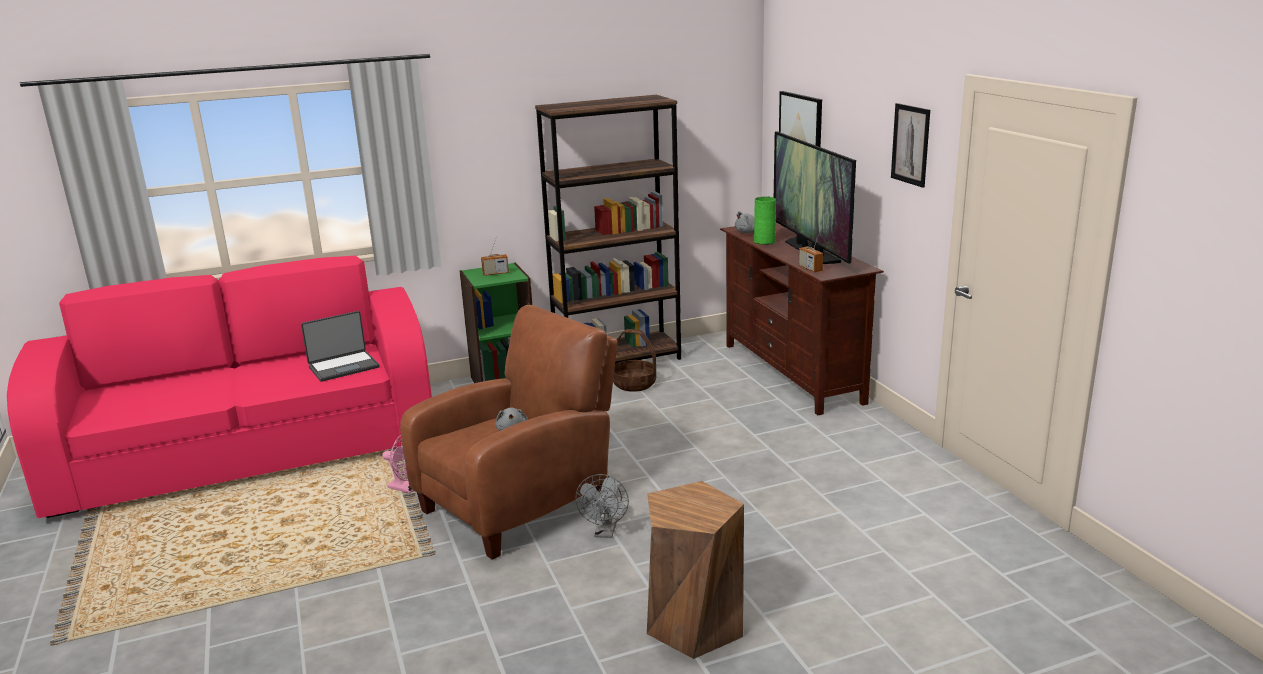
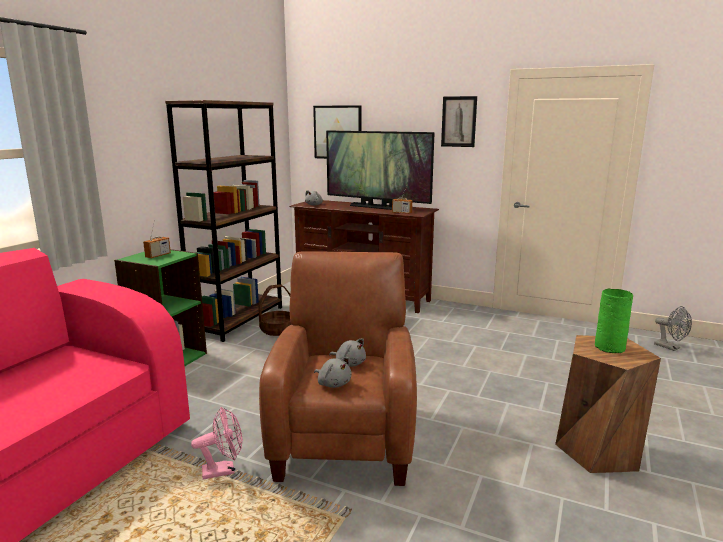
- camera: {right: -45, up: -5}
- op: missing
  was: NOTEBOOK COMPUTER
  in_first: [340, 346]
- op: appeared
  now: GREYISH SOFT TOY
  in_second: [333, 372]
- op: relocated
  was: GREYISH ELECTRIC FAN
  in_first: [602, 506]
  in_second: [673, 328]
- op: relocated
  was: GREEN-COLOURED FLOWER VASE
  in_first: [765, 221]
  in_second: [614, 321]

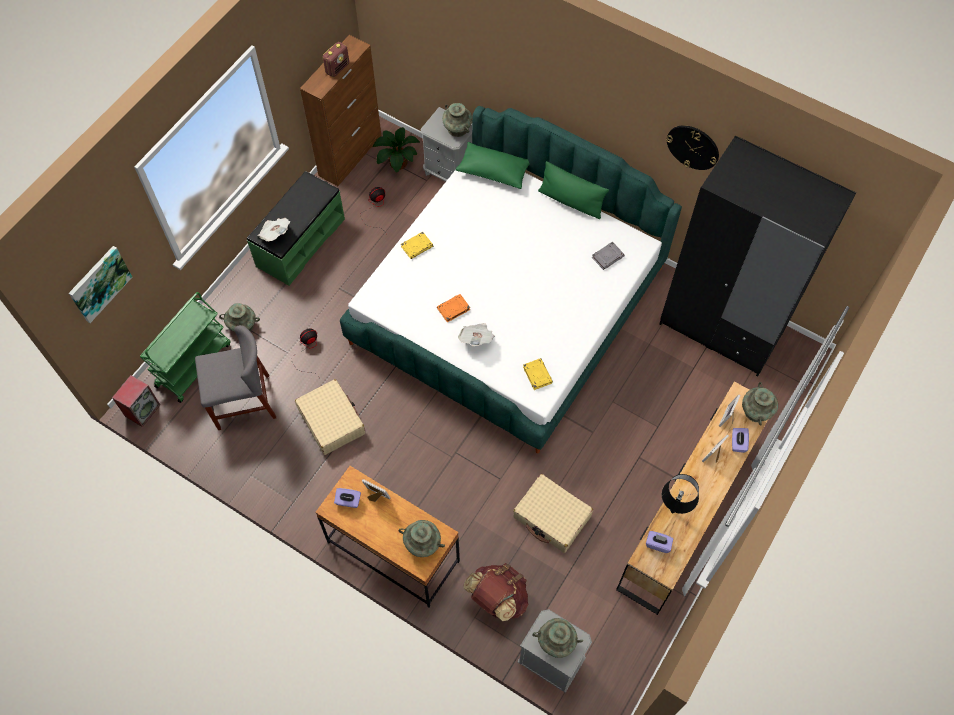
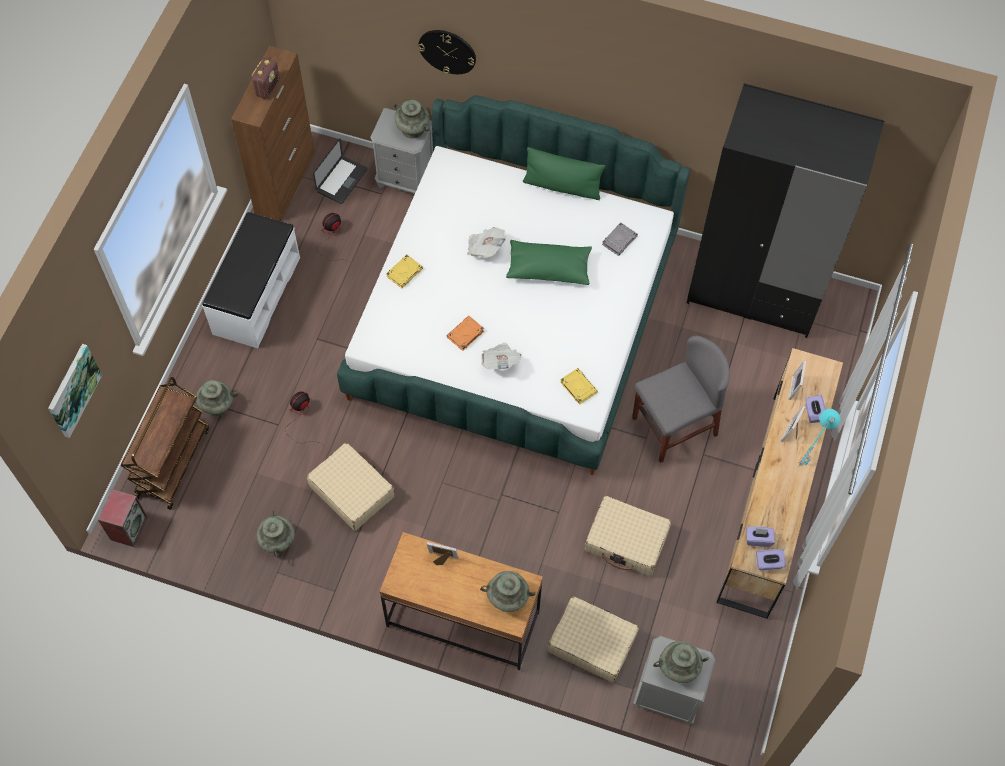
- camera: {right: -15, up: 0}
- op: missing
  was: BLACKISH TABLETOP LAMP
  in_first: [680, 494]
- op: appeared
  now: TURQUOISE-COLOURED TABLETOP LAMP
  in_second: [819, 438]
- op: relocated
  was: GREYISH PLAIN CHAIR
  in_first: [235, 377]
  in_second: [681, 399]
- op: relocated
  was: DAILY PAPER
  in_first: [274, 229]
  in_second: [486, 242]
- op: relocated
  was: PURPLE TISSUE HOLDER
  in_first: [347, 498]
  in_second: [771, 559]
- op: relocated
  was: GREEN-COLOURED PILLOW
  in_first: [493, 165]
  in_second: [549, 262]
- op: relocated
  was: HANGING CLOCK
  in_first: [692, 147]
  in_second: [447, 52]
- op: relocated
  was: TURQUOISE-COLOURED FLOWER VASE
  in_first: [760, 403]
  in_second: [276, 534]
- op: exchanged
  was: PLANT IN A POT
  now: NOTEBOOK COMPUTER
  in_first: [396, 149]
  in_second: [340, 171]
- op: exchanged
  was: BROWN BACKPACK
  now: BEIGE PIECE OF LUGGAGE
  in_first: [495, 592]
  in_second: [593, 639]
- op: colour
  was: GREEN-COLOURED WHEELED CART
  now: BROWN WHEELED CART
  in_first: [185, 347]
  in_second: [164, 443]
- op: colour
  was: GREEN-COLOURED BENCH
  now: WHITE BENCH
  in_first: [296, 228]
  in_second: [251, 280]

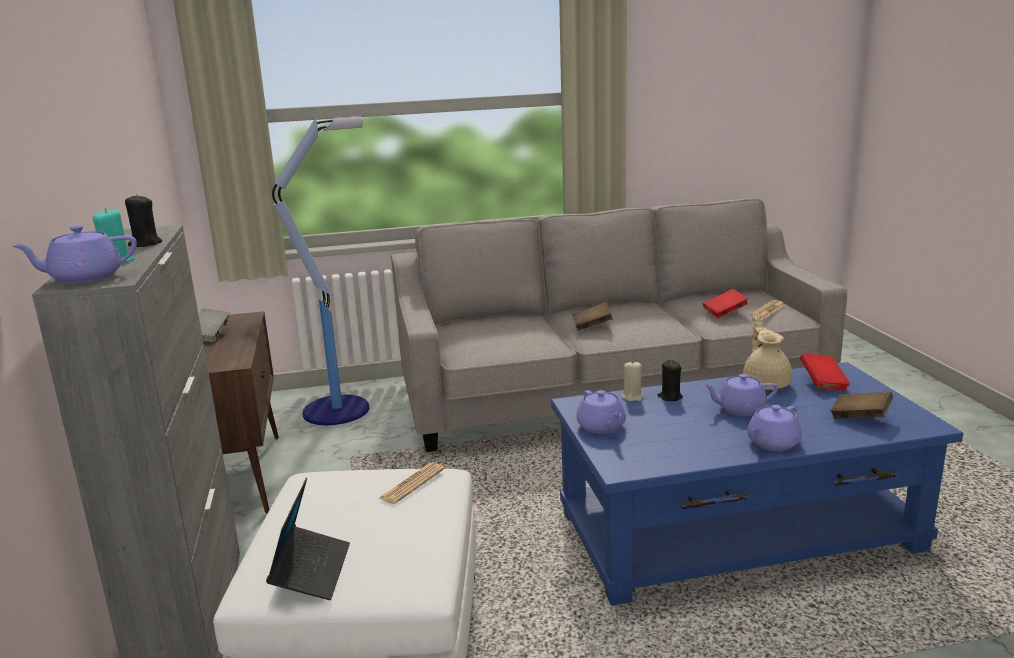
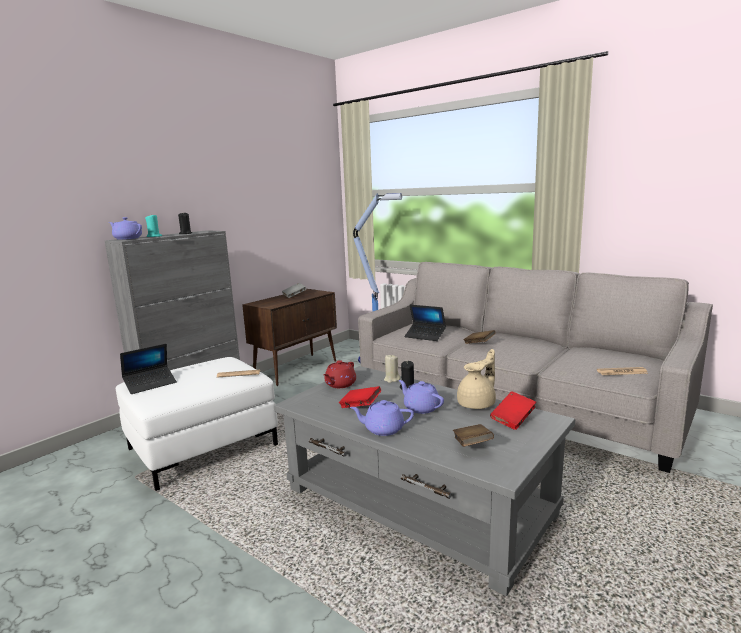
- camera: {right: 50, up: -5}
- op: appeared
  now: NOTEBOOK COMPUTER
  in_second: [425, 323]
- op: relocated
  was: RED BOUND BOOK
  in_first: [725, 303]
  in_second: [360, 397]
- op: colour
  was: BLUE COFFEE TABLE
  now: GREYISH COFFEE TABLE
  in_first: [757, 483]
  in_second: [424, 481]
- op: colour
  was: PURPLE TEA POT
  now: RED TEA POT
  in_first: [601, 412]
  in_second: [340, 374]

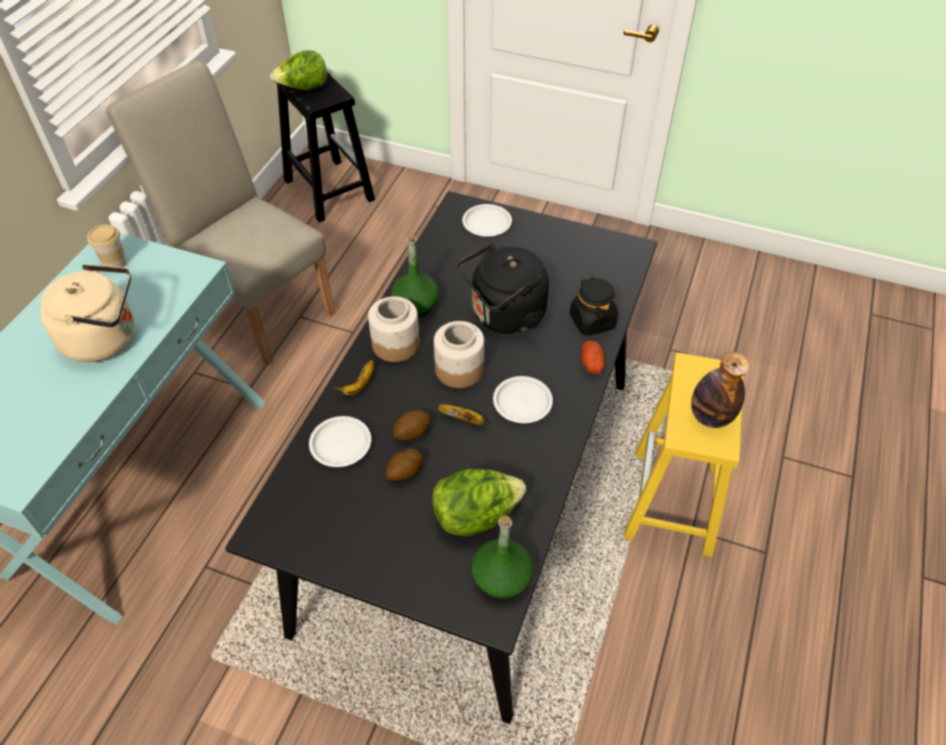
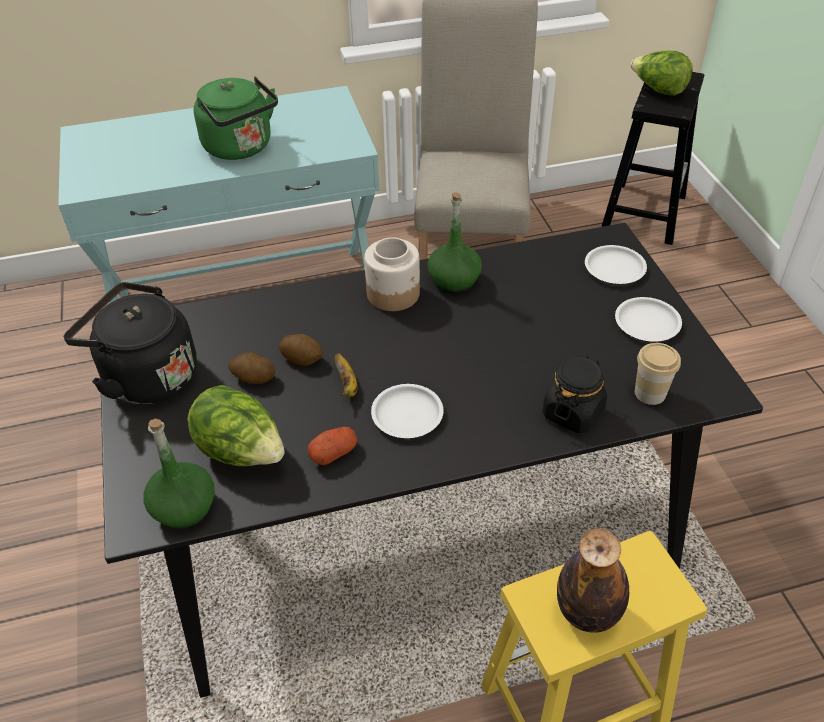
- camera: {right: 55, up: -5}
- op: missing
  was: BANANA FRUIT
  in_first: [353, 377]
- op: missing
  was: JAR
  in_first: [459, 354]
- op: relocated
  was: CUP
  in_first: [107, 246]
  in_second: [658, 374]
- op: relocated
  was: WHITE FLAT DISH
  in_first: [340, 441]
  in_second: [648, 319]
- op: relocated
  was: BLACKISH WATER KETTLE
  in_first: [503, 288]
  in_second: [130, 343]
- op: relocated
  was: WHOLE POTATO
  in_first: [593, 357]
  in_second: [332, 446]
- op: colour
  was: BEIGE WATER KETTLE
  now: GREEN-COLOURED WATER KETTLE
  in_first: [87, 313]
  in_second: [236, 118]

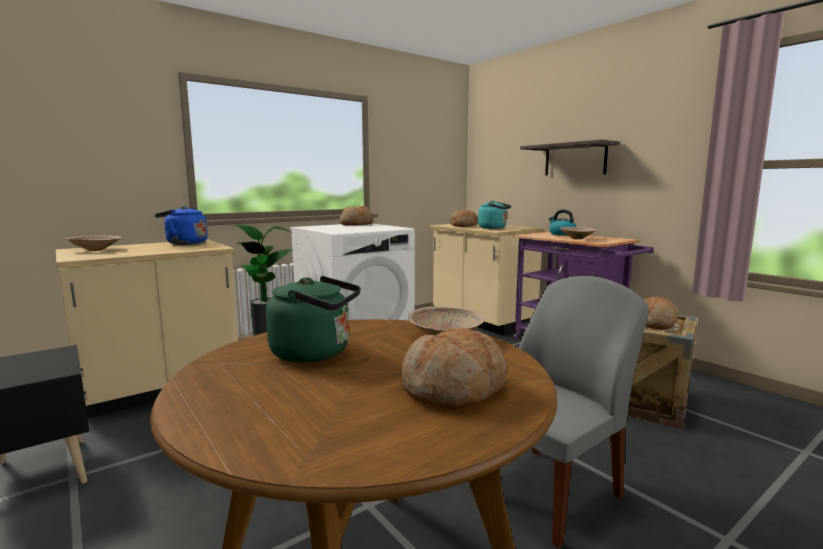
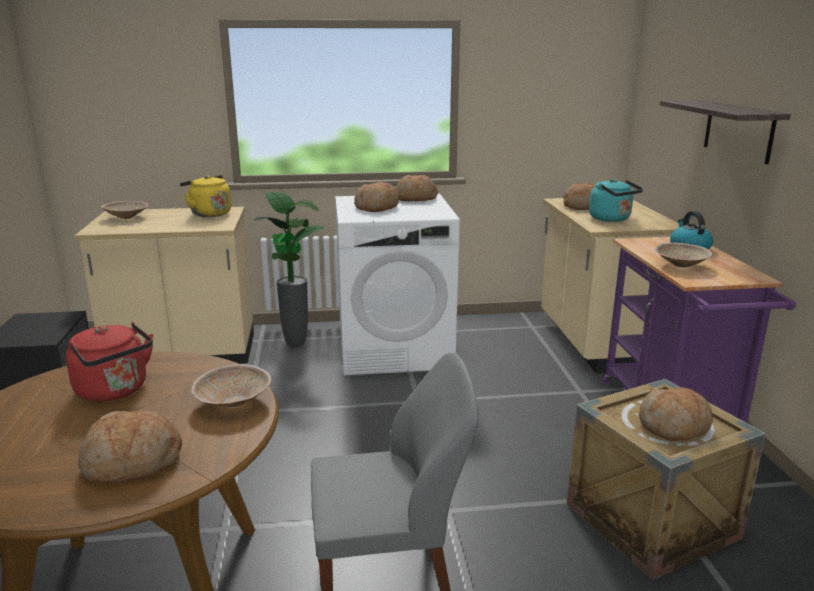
- camera: {right: 30, up: 10}
- op: appeared
  now: BAKERY BREAD
  in_second: [376, 197]
- op: colour
  was: BLUE WATER KETTLE
  now: YELLOW WATER KETTLE
  in_first: [181, 225]
  in_second: [205, 196]
- op: colour
  was: GREEN-COLOURED WATER KETTLE
  now: RED WATER KETTLE
  in_first: [313, 319]
  in_second: [109, 361]

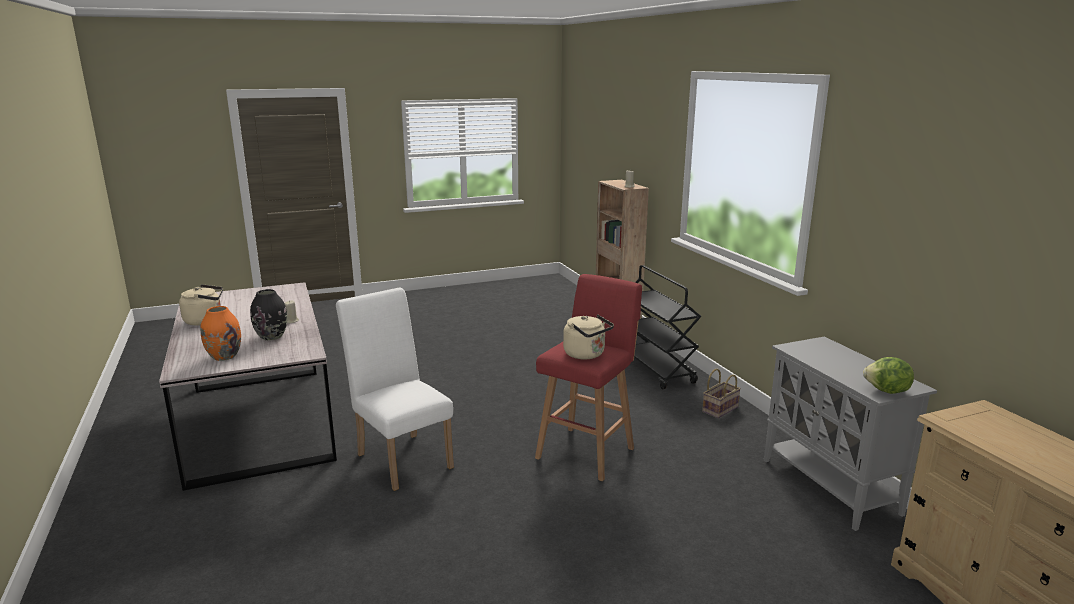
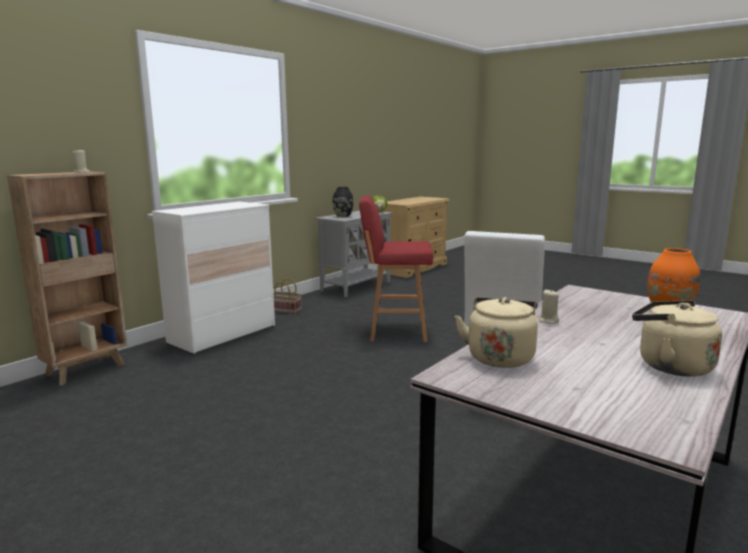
- camera: {right: -120, up: -5}
- op: relocated
  was: BLACKISH FLOWER VASE
  in_first: [268, 315]
  in_second: [343, 202]
- op: relocated
  was: BEIGE WATER KETTLE
  in_first: [588, 337]
  in_second: [496, 332]
- op: exchanged
  was: BLACKISH WHEELED CART
  now: WHITE DRAWER CHEST
  in_first: [667, 327]
  in_second: [213, 277]

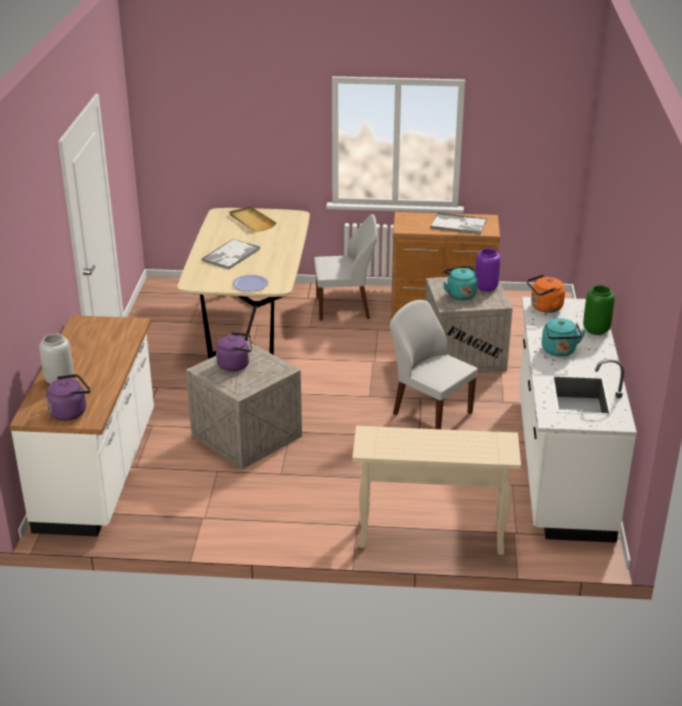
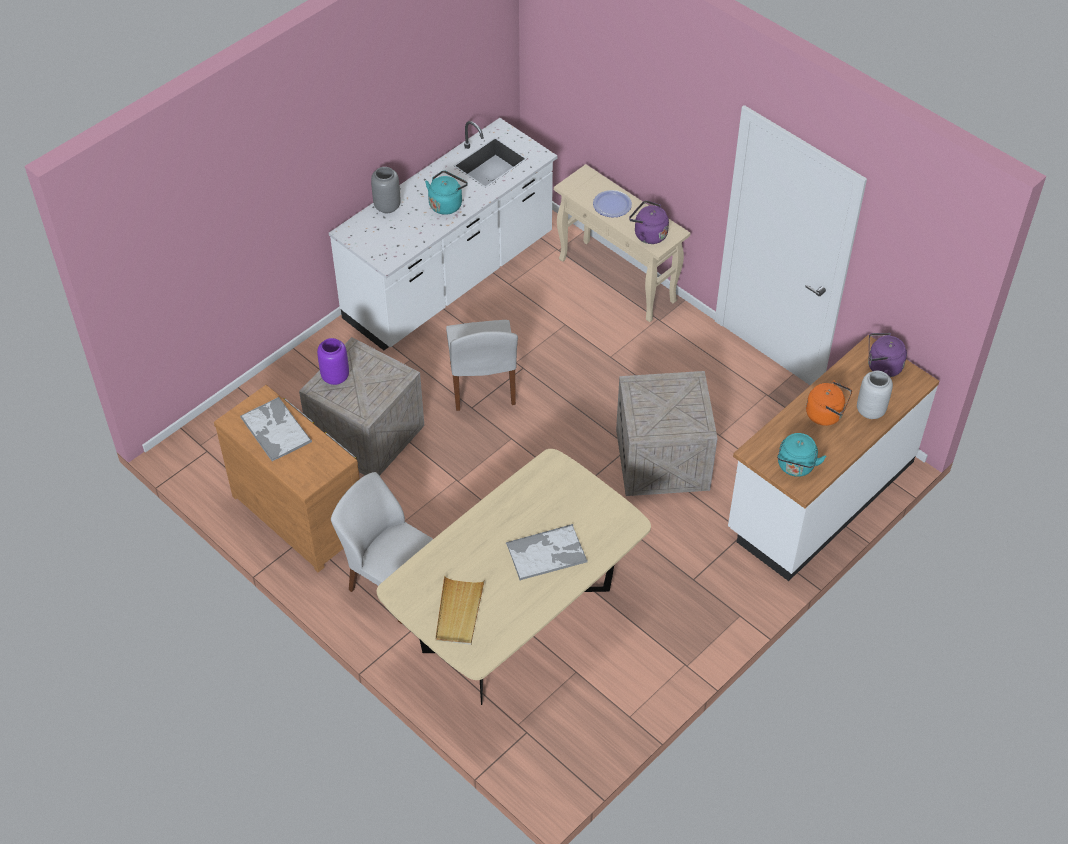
- camera: {right: -140, up: 20}
- op: relocated
  was: PURPLE WATER KETTLE
  in_first: [234, 352]
  in_second: [649, 222]
- op: relocated
  was: FLAT DISH
  in_first: [250, 283]
  in_second: [612, 204]
- op: relocated
  was: TURQUOISE-COLOURED WATER KETTLE
  in_first: [460, 283]
  in_second: [801, 455]
- op: relocated
  was: ORANGE-COLOURED WATER KETTLE
  in_first: [546, 293]
  in_second: [829, 403]
- op: colour
  was: GREEN-COLOURED FLOWER VASE
  now: GREYISH FLOWER VASE
  in_first: [599, 310]
  in_second: [386, 190]

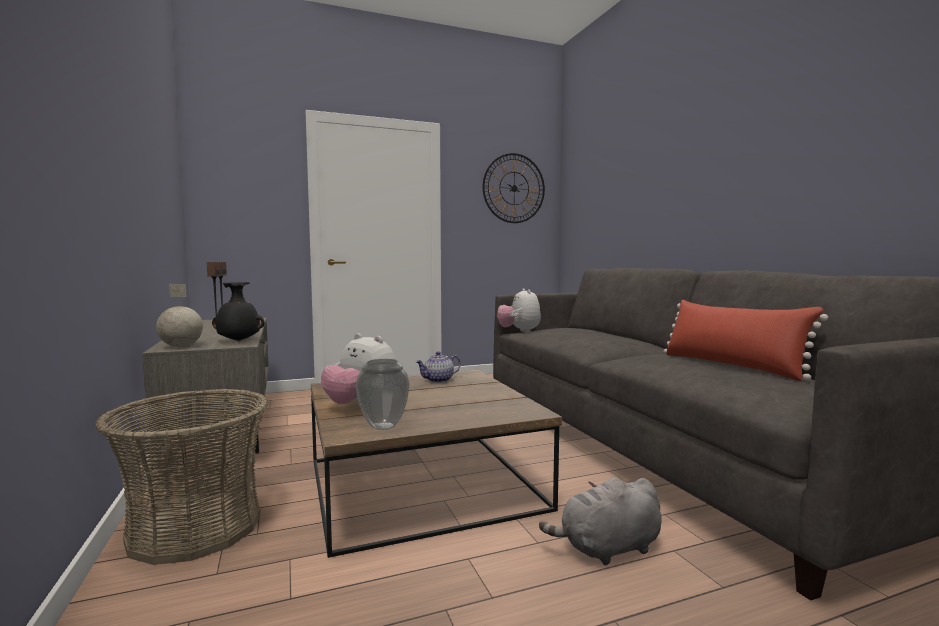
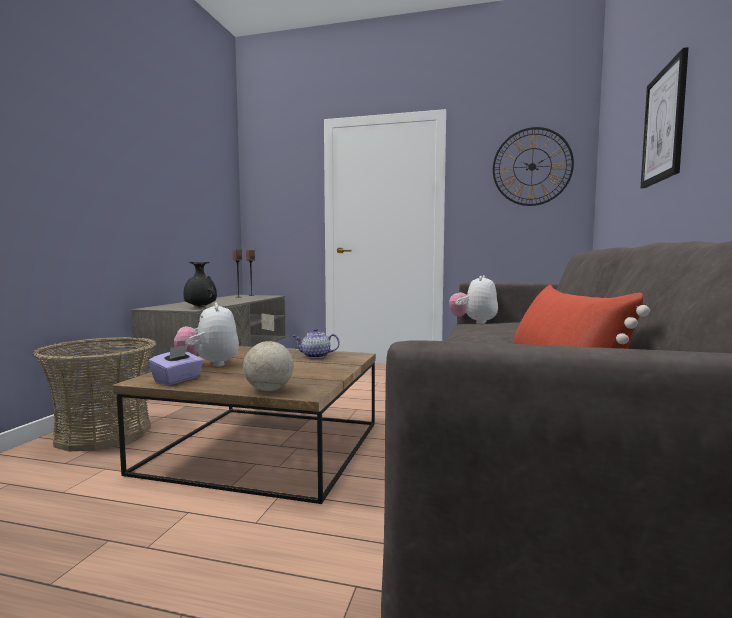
- camera: {right: 35, up: 0}
- op: missing
  was: GREYISH SOFT TOY
  in_first: [600, 521]
- op: appeared
  now: WALL ART
  in_second: [664, 117]
- op: relocated
  was: WORLD GLOBE
  in_first: [179, 315]
  in_second: [268, 352]
- op: exchanged
  was: FLOWER VASE
  now: PURPLE TISSUE HOLDER
  in_first: [383, 394]
  in_second: [176, 365]

